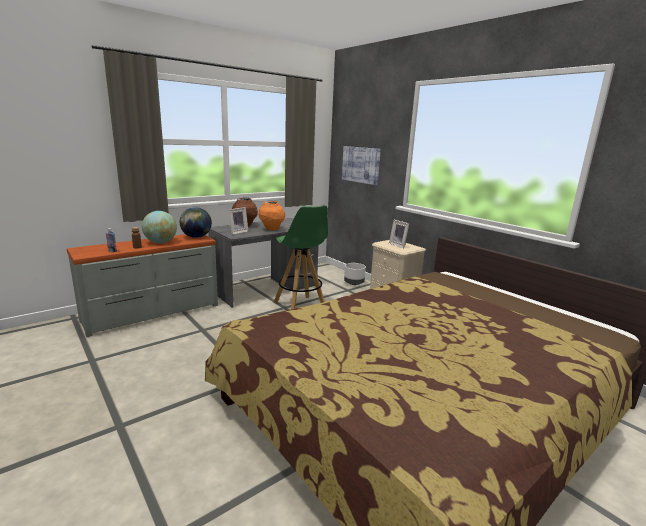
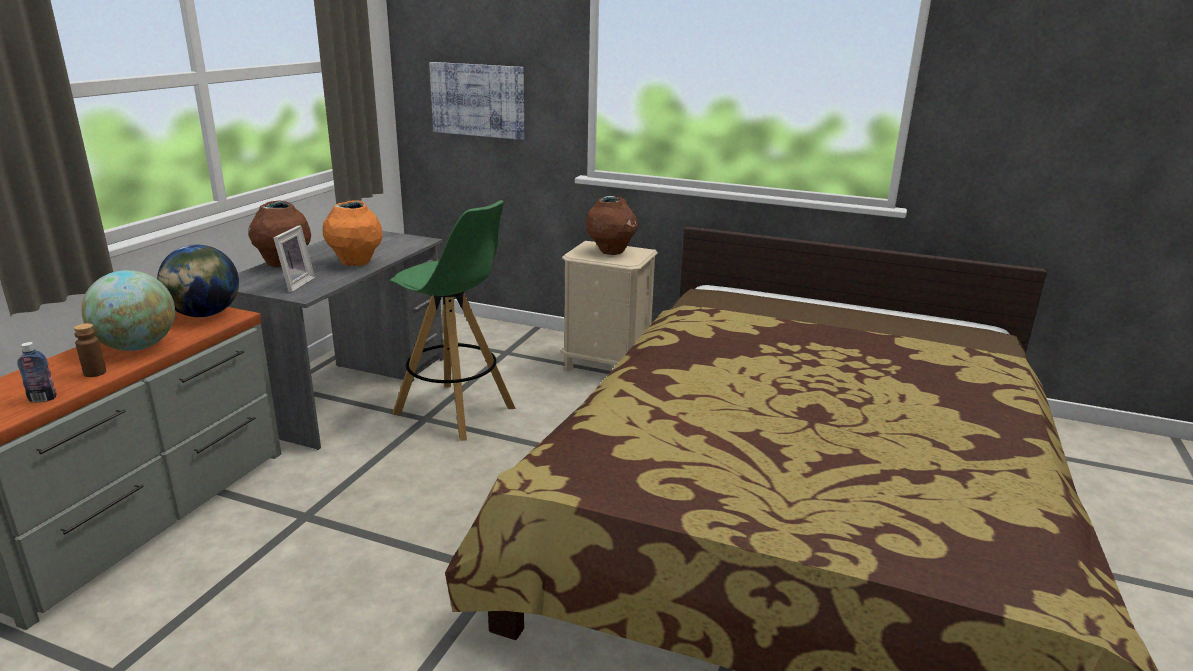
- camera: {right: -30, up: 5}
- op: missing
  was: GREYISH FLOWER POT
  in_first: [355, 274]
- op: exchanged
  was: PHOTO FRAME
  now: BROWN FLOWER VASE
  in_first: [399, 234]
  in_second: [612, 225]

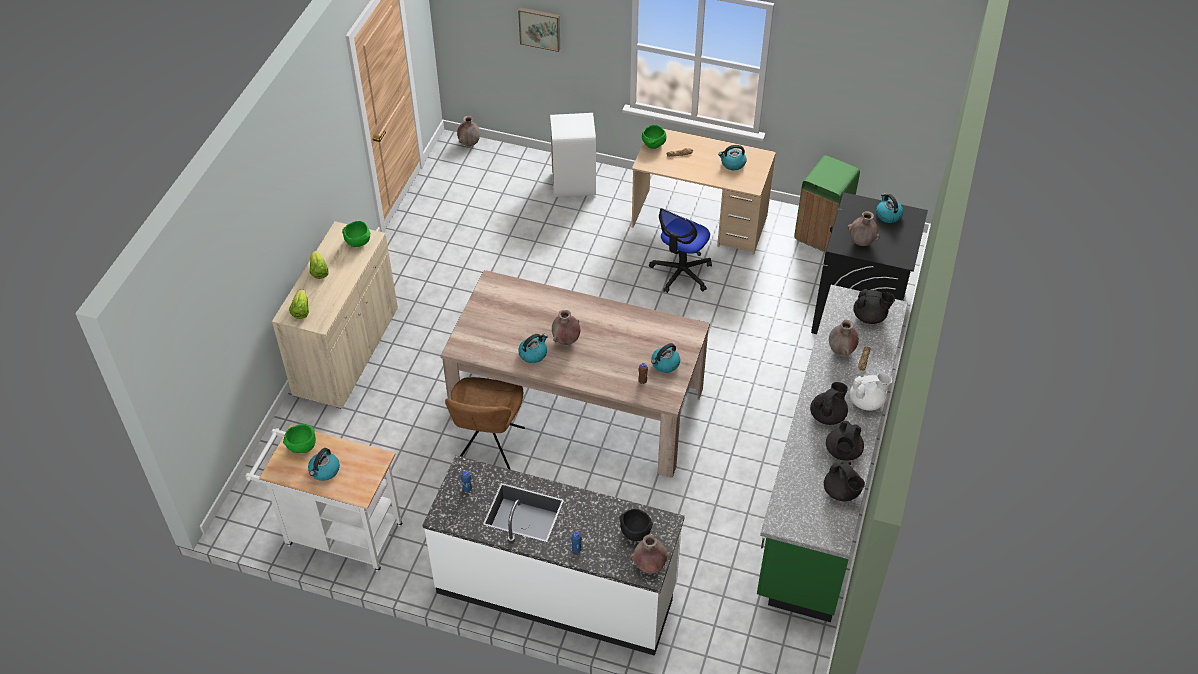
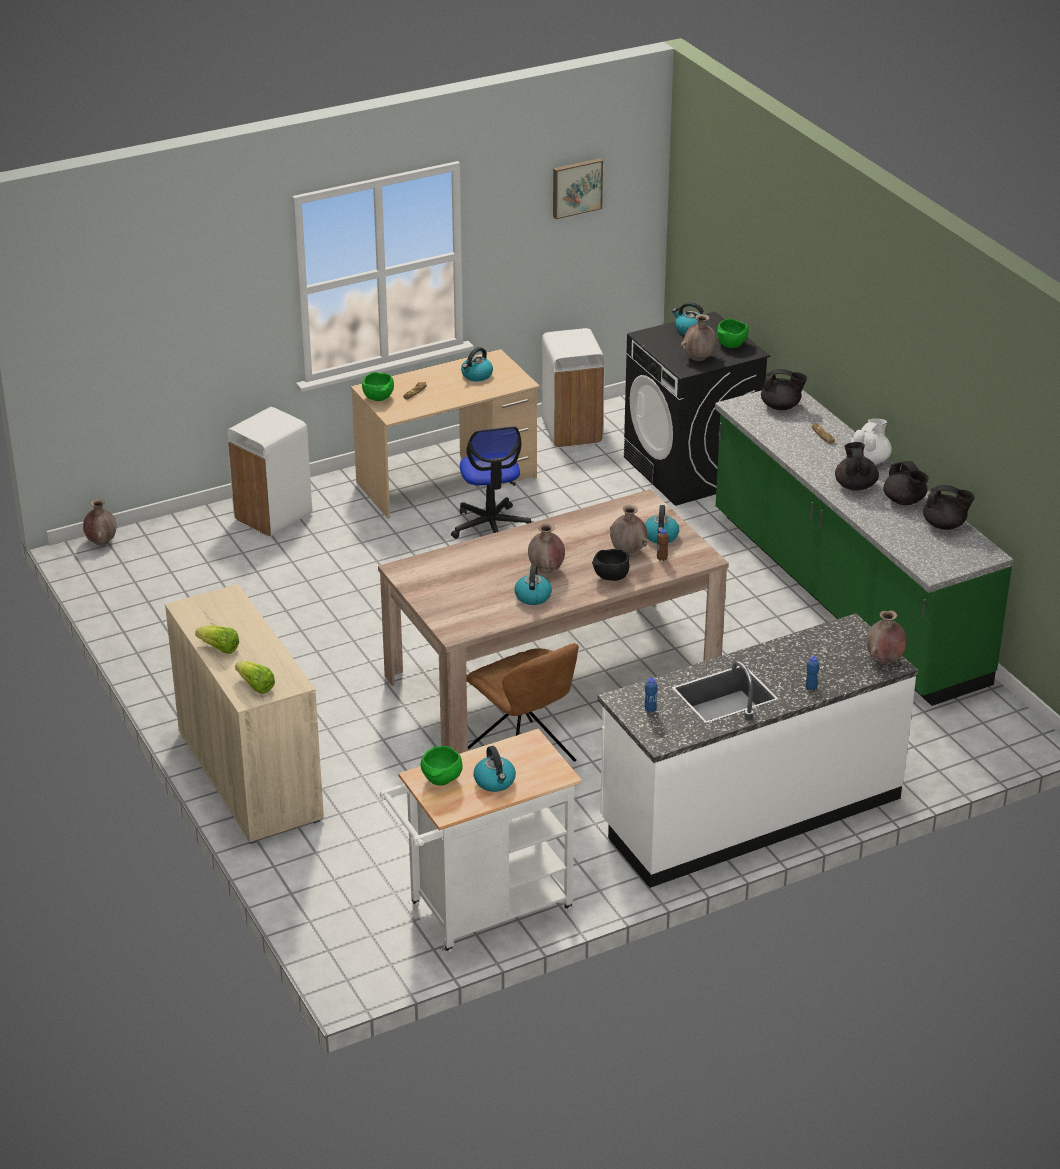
- camera: {right: -45, up: -15}
- op: relocated
  was: GREEN-COLOURED DEEP DISH
  in_first: [356, 234]
  in_second: [733, 333]
- op: relocated
  was: WALL ART
  in_first: [539, 30]
  in_second: [578, 188]
- op: relocated
  was: BLACKISH DEEP DISH
  in_first: [636, 525]
  in_second: [611, 565]
- op: relocated
  was: BROWN FLOWER VASE
  in_first: [844, 338]
  in_second: [629, 530]
- op: colour
  was: GREEN-COLOURED WASTE BIN
  now: WHITE WASTE BIN
  in_first: [827, 203]
  in_second: [573, 388]
- op: spun
  was: BLACKISH TEA POT
  in_first: [874, 306]
  in_second: [784, 389]
  clockwise: 45

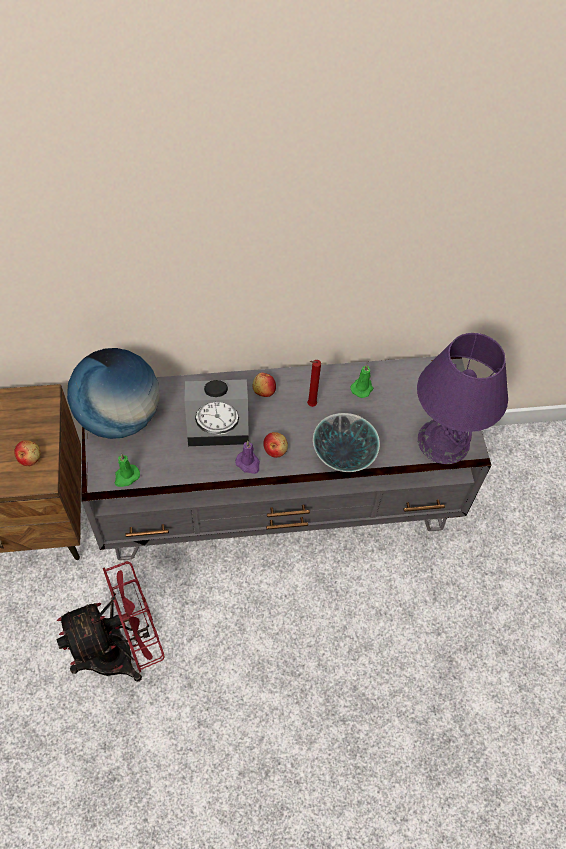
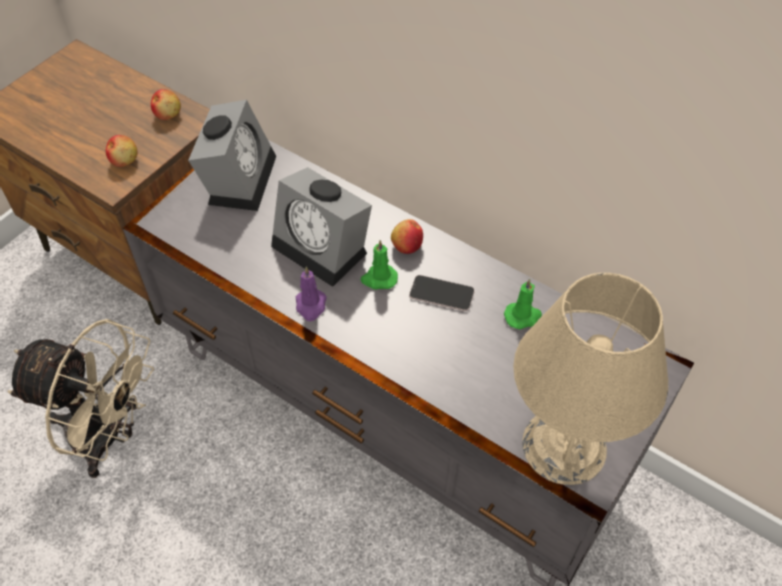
- camera: {right: 45, up: -5}
- op: missing
  was: DEEP DISH
  in_first: [346, 442]
- op: relocated
  was: GREEN-COLOURED CANDLE
  in_first: [127, 470]
  in_second: [379, 264]
- op: relocated
  was: WHOLE APPLE
  in_first: [275, 445]
  in_second: [166, 104]
- op: exchanged
  was: WORLD GLOBE
  now: TABLE CLOCK
  in_first: [113, 393]
  in_second: [232, 155]
- op: exchanged
  was: RED CANDLE
  now: HANDSET
  in_first: [314, 383]
  in_second: [442, 293]
- op: colour
  was: RED ELECTRIC FAN
  now: BEIGE ELECTRIC FAN
  in_first: [110, 621]
  in_second: [81, 398]
- op: colour
  was: PURPLE TABLETOP LAMP
  now: BEIGE TABLETOP LAMP
  in_first: [462, 398]
  in_second: [590, 379]

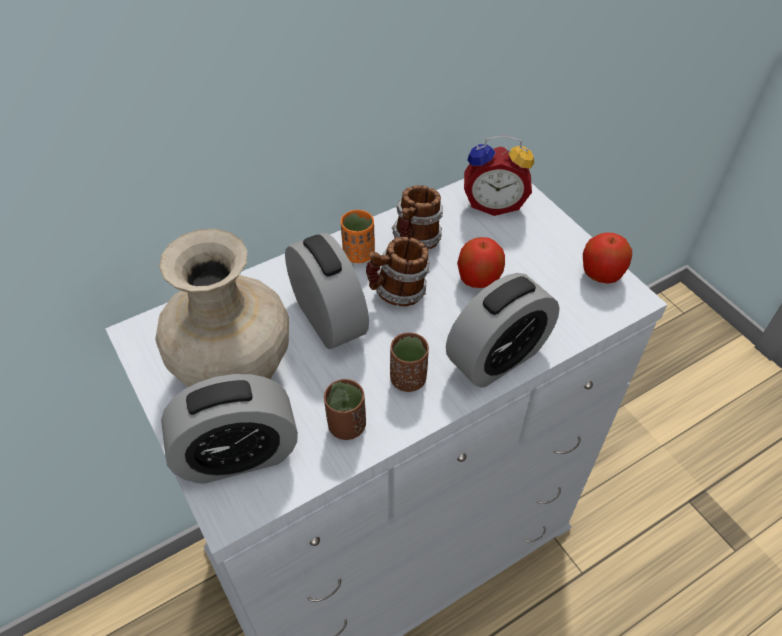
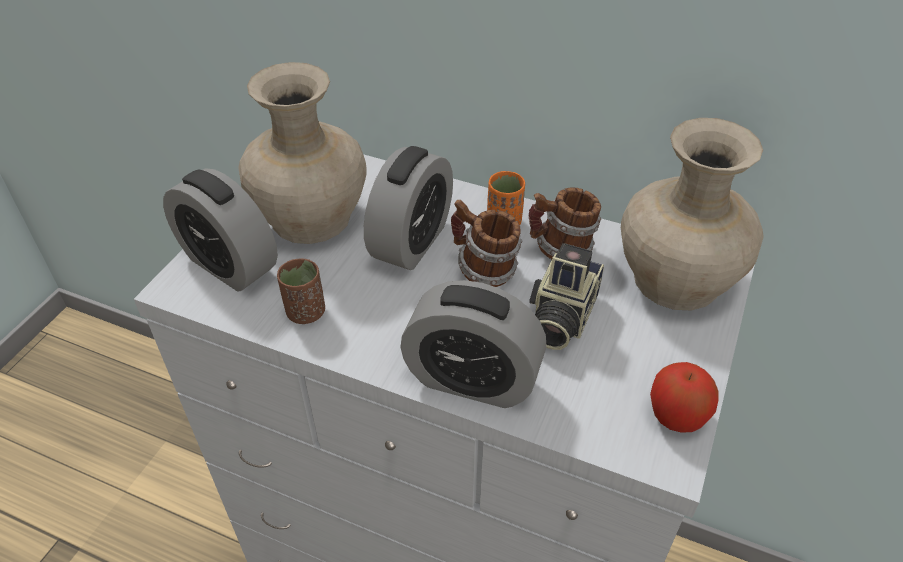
- camera: {right: 55, up: -5}
- op: missing
  was: BROWN CUP
  in_first: [409, 362]
- op: exchanged
  was: WHOLE APPLE
  now: STILL CAMERA
  in_first: [481, 262]
  in_second: [566, 296]
- op: exchanged
  was: TABLE CLOCK
  now: BEIGE FLOWER VASE
  in_first: [499, 175]
  in_second: [692, 214]

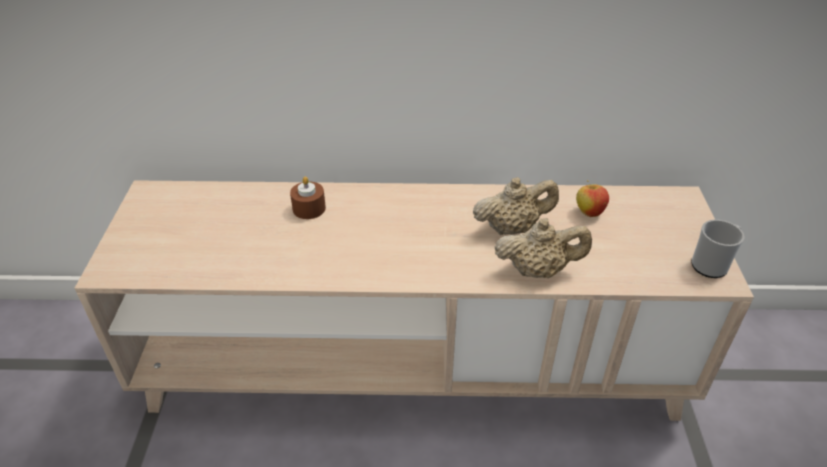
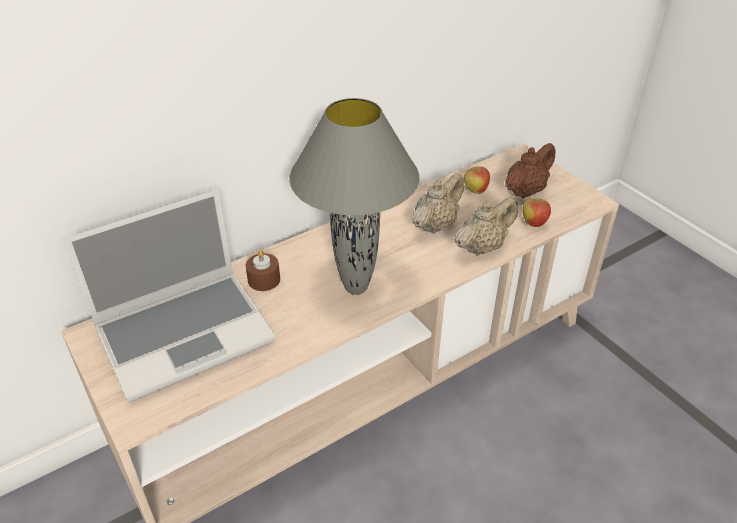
- camera: {right: -35, up: 0}
- op: missing
  was: MUG
  in_first: [717, 248]
- op: appeared
  now: NOTEBOOK COMPUTER
  in_second: [169, 296]
- op: appeared
  now: GREYISH TABLETOP LAMP
  in_second: [354, 196]
- op: appeared
  now: BROWN TEA POT
  in_second: [530, 170]
- op: appeared
  now: WHOLE APPLE
  in_second: [536, 210]

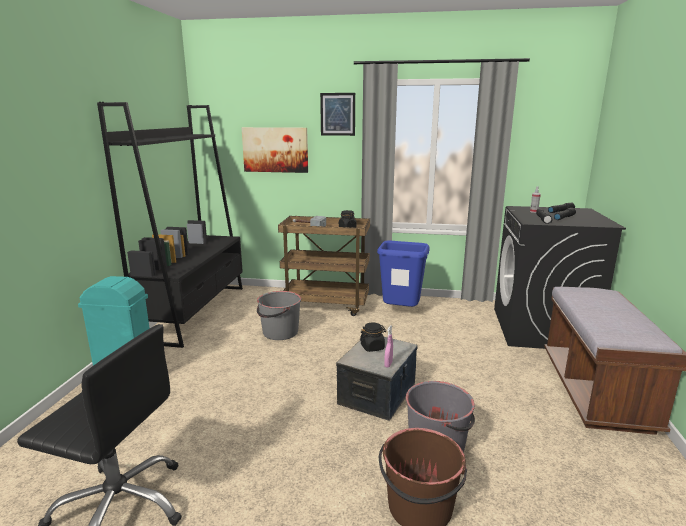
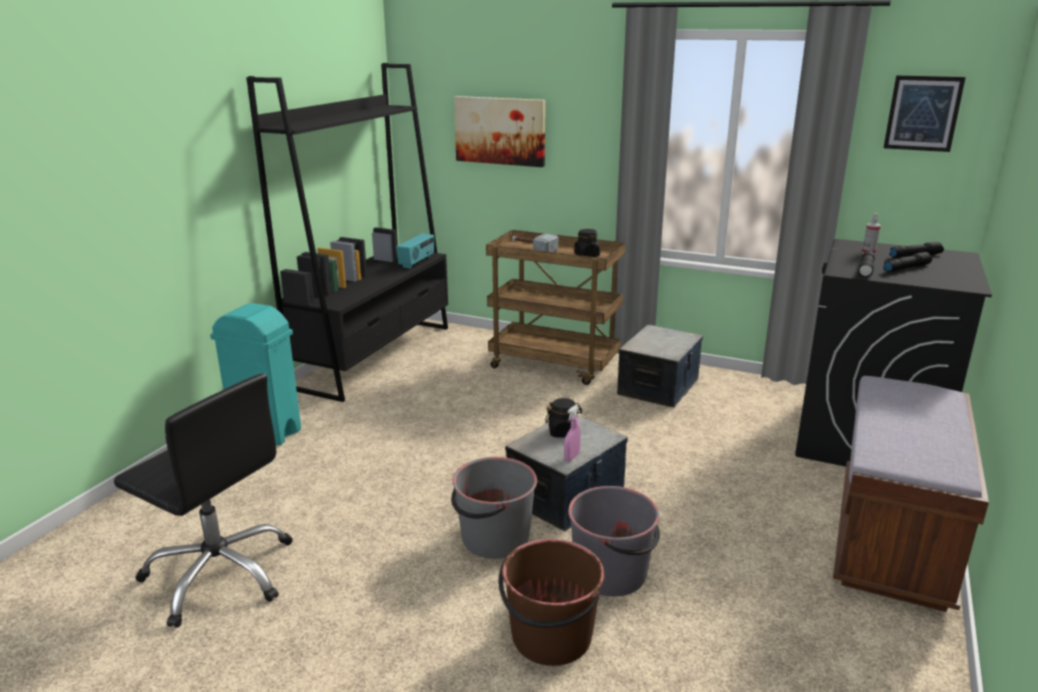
- camera: {right: 15, up: 5}
- op: appeared
  now: RADIO SET
  in_second: [415, 251]
- op: relocated
  was: GREYISH BUCKET
  in_first: [279, 315]
  in_second: [494, 508]
- op: relocated
  was: WALL ART
  in_first: [337, 114]
  in_second: [925, 113]
- op: exchanged
  was: BLUE WASTE BIN
  now: STORAGE BIN
  in_first: [403, 273]
  in_second: [660, 366]

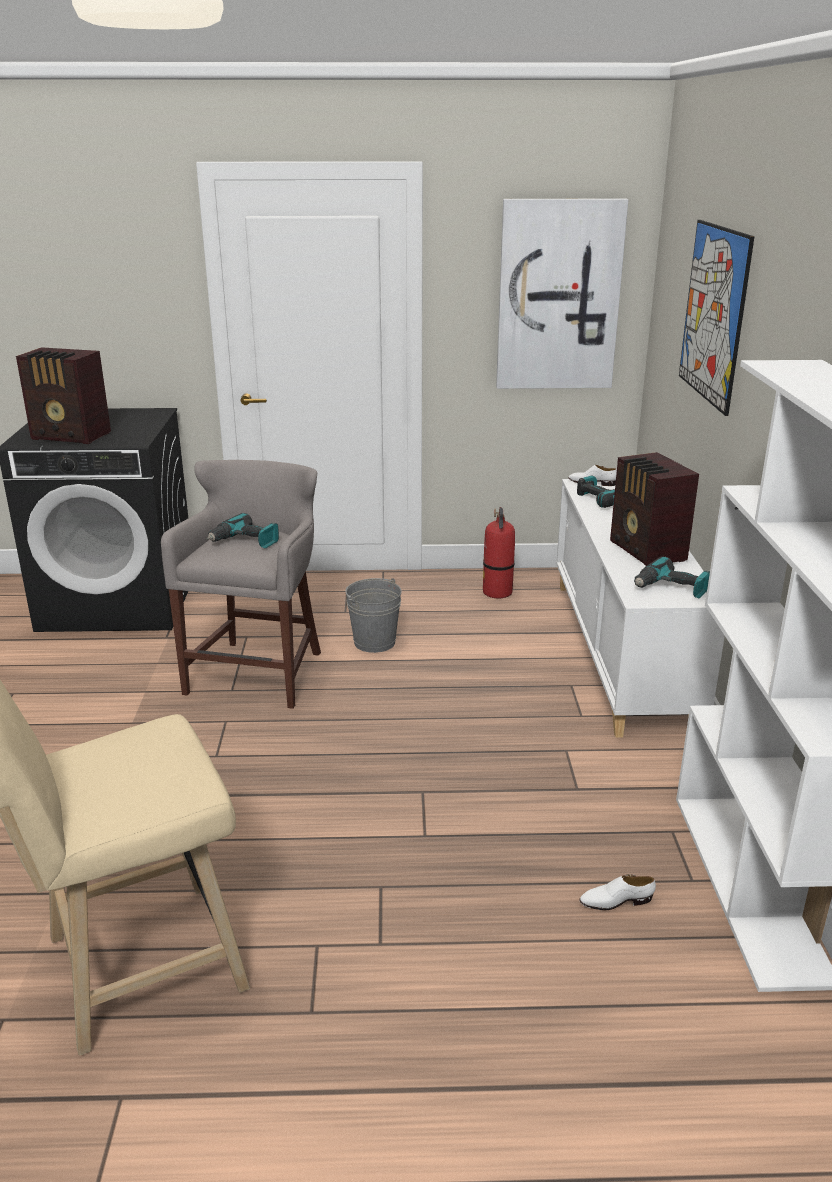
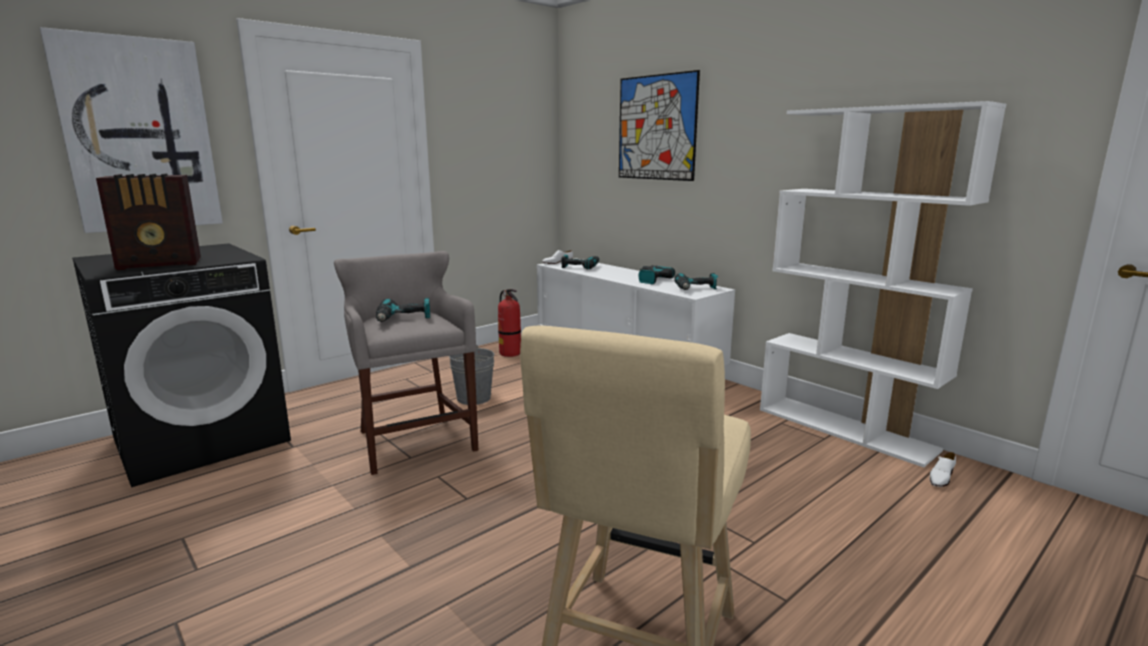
- camera: {right: -40, up: -10}
- op: relocated
  was: WALL ART
  in_first: [562, 294]
  in_second: [131, 130]
- op: relocated
  was: WHITE LOW SHOE
  in_first: [617, 892]
  in_second: [943, 469]
- op: exchanged
  was: RADIO SET
  now: POWER DRILL
  in_first: [654, 509]
  in_second: [657, 275]

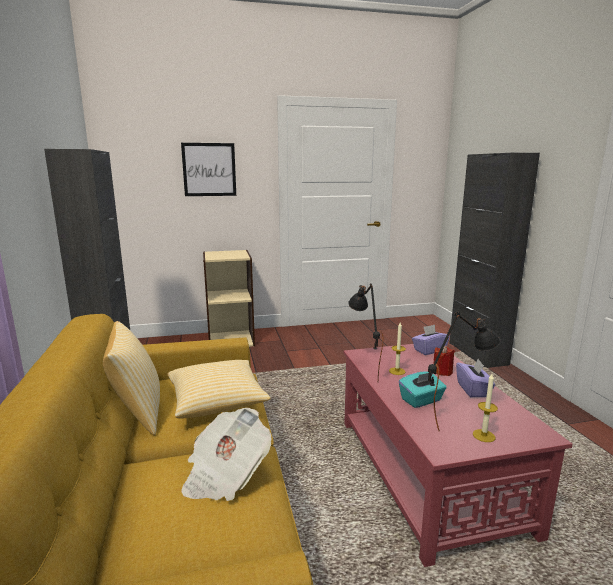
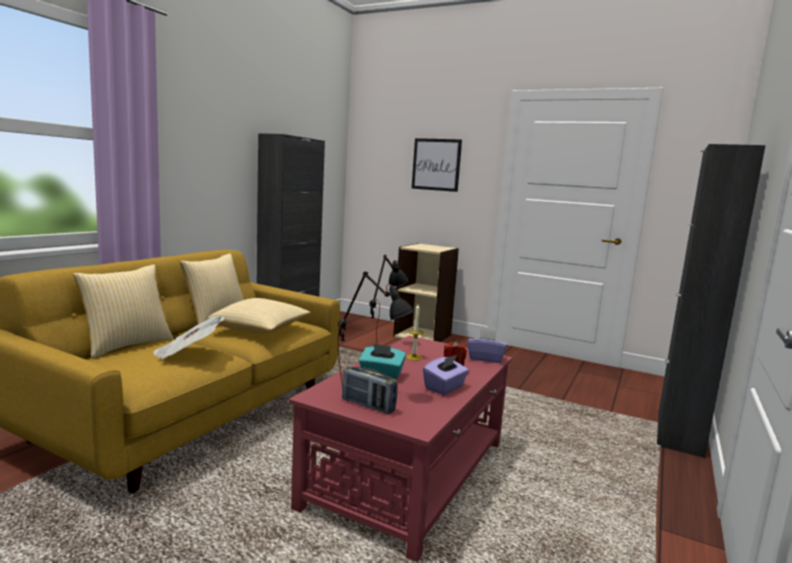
- camera: {right: 40, up: -5}
- op: appeared
  now: PILLOW
  in_second: [123, 311]
- op: exchanged
  was: CANDLE
  now: RADIO SET
  in_first: [485, 408]
  in_second: [370, 390]

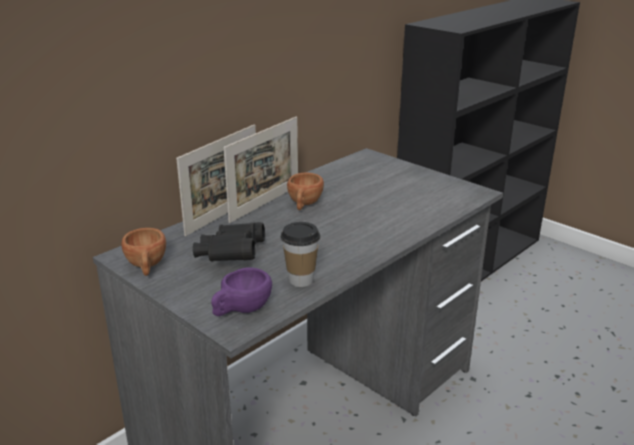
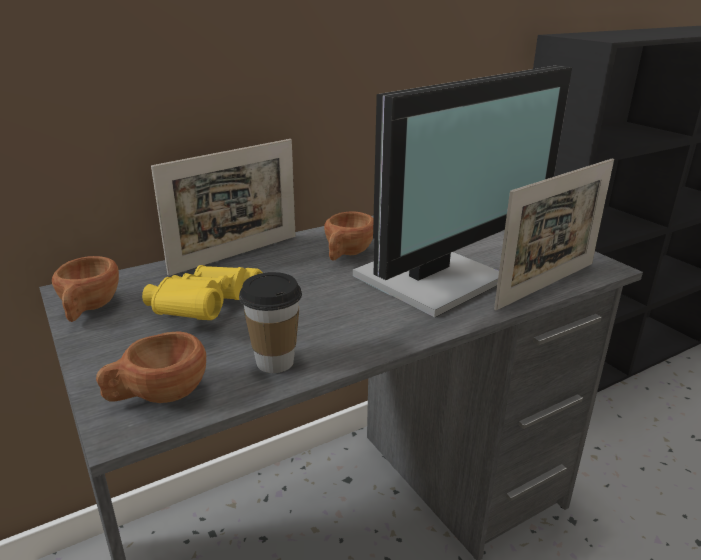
- camera: {right: 15, up: 0}
- op: appeared
  now: COMPUTER SCREEN
  in_second: [462, 191]
- op: relocated
  was: PHOTO FRAME
  in_first: [260, 170]
  in_second: [554, 234]
- op: colour
  was: BLACKISH FIELD GLASSES
  now: YELLOW FIELD GLASSES
  in_first: [229, 242]
  in_second: [202, 292]
- op: colour
  was: PURPLE CUP
  now: BROWN CUP
  in_first: [241, 291]
  in_second: [151, 367]

